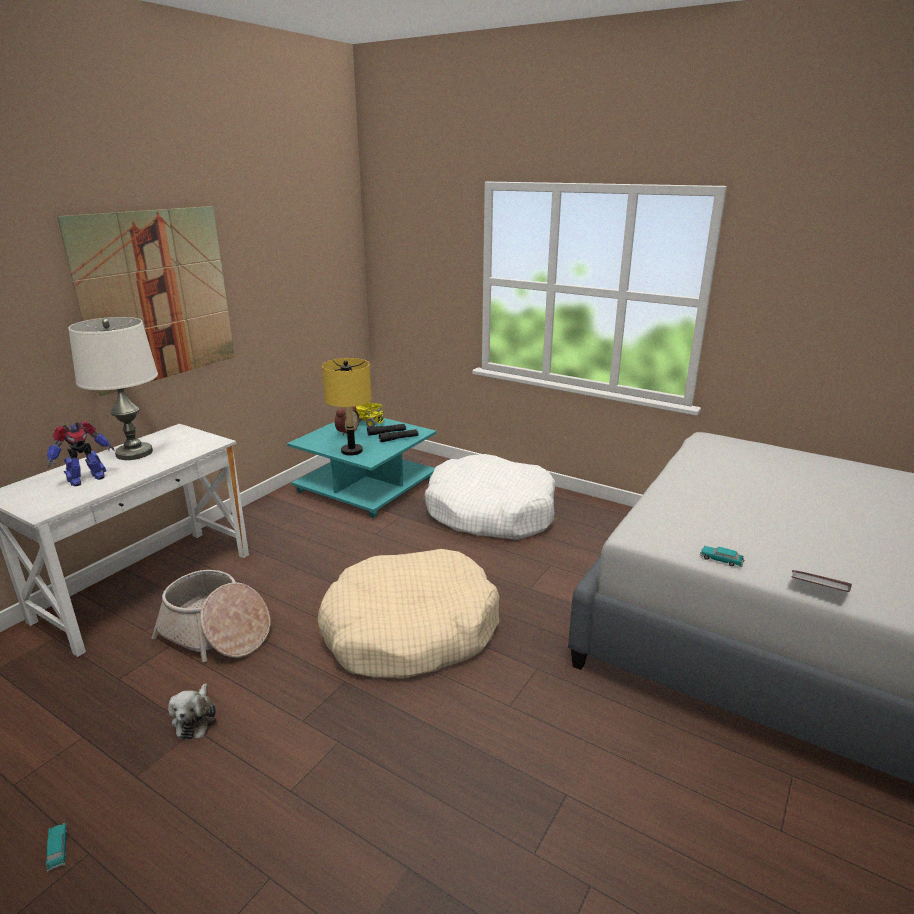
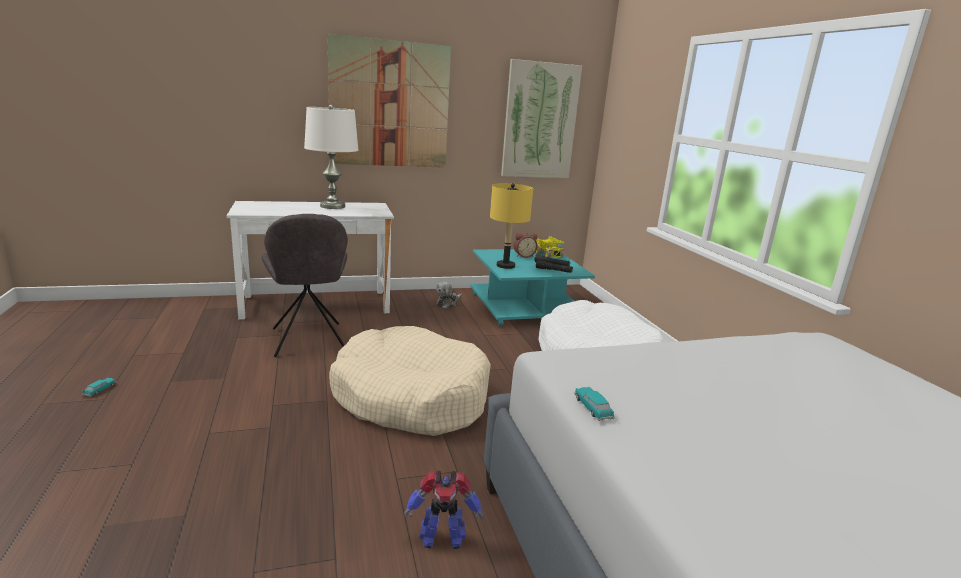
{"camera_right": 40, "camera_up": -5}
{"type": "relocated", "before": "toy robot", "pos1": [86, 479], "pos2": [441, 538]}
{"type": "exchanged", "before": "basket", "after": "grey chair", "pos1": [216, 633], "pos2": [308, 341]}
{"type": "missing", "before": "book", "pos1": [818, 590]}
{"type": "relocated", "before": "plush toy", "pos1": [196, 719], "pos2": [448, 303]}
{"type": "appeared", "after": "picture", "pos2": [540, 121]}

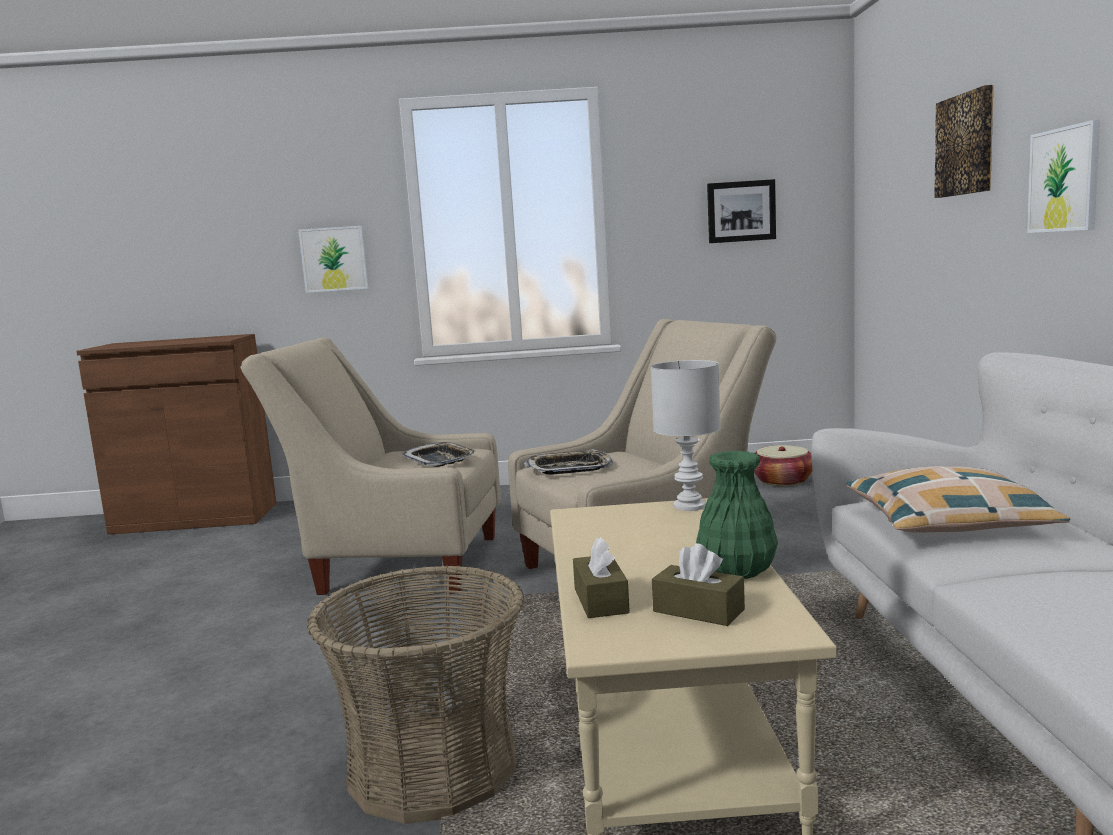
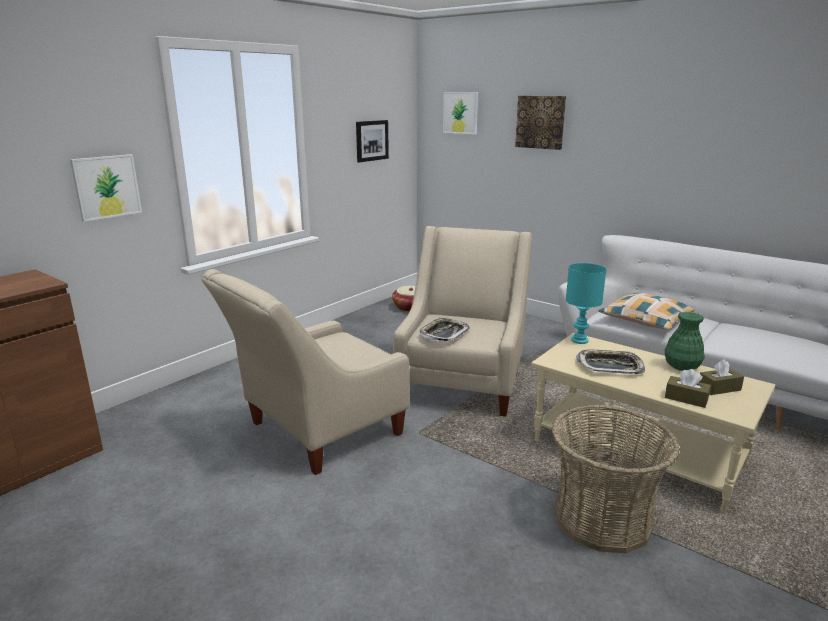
{"camera_right": -50, "camera_up": 10}
{"type": "relocated", "before": "picture", "pos1": [1064, 179], "pos2": [460, 112]}
{"type": "colour", "before": "white table lamp", "after": "turquoise table lamp", "pos1": [688, 506], "pos2": [579, 340]}
{"type": "relocated", "before": "tray", "pos1": [440, 460], "pos2": [610, 366]}

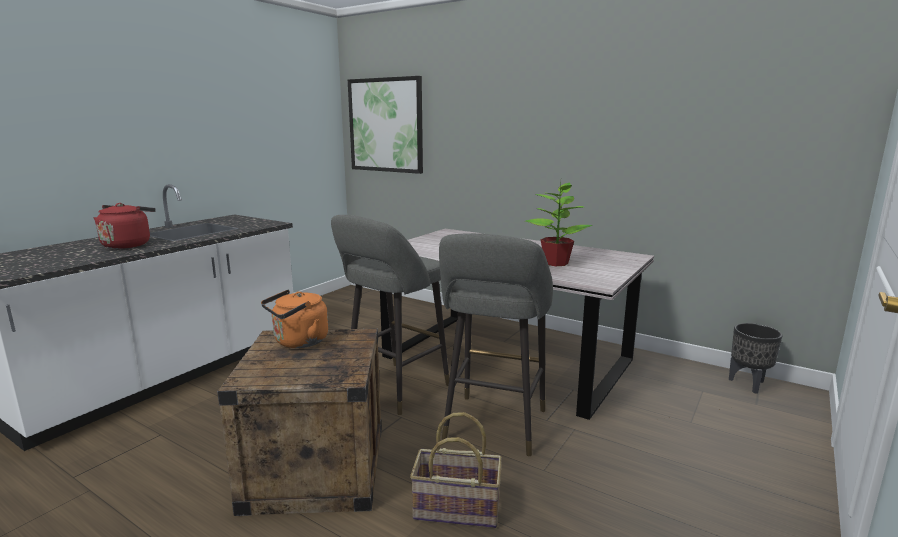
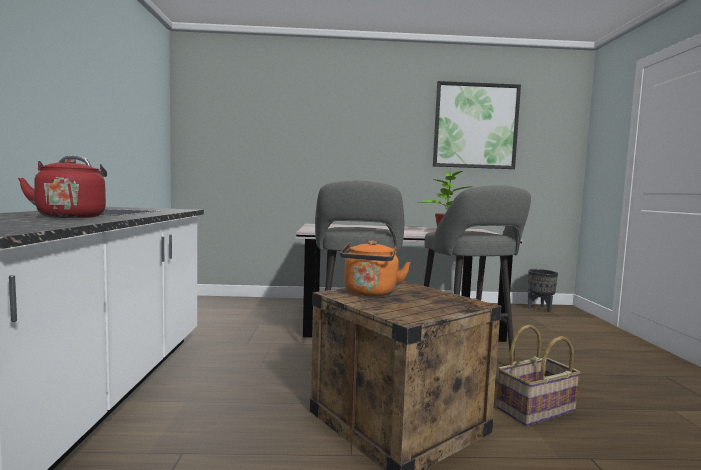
{"camera_right": -35, "camera_up": -10}
{"type": "relocated", "before": "picture", "pos1": [386, 125], "pos2": [475, 126]}

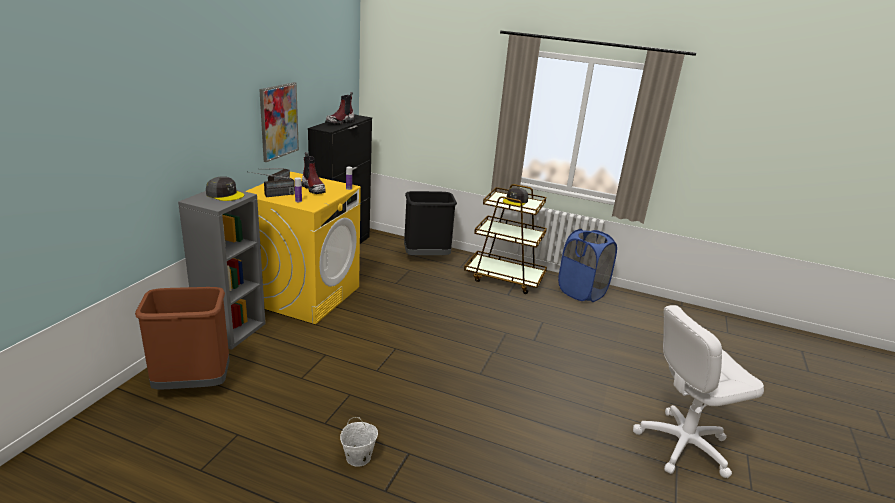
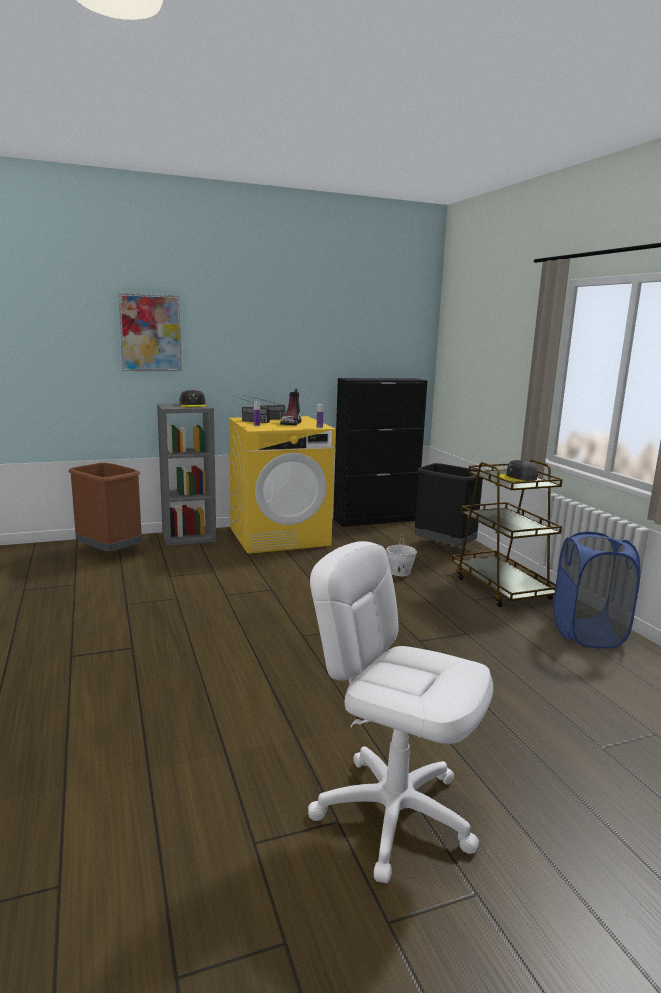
{"camera_right": 50, "camera_up": -10}
{"type": "relocated", "before": "picture", "pos1": [279, 121], "pos2": [150, 333]}
{"type": "missing", "before": "boot", "pos1": [340, 122]}
{"type": "relocated", "before": "white bucket", "pos1": [358, 457], "pos2": [399, 572]}

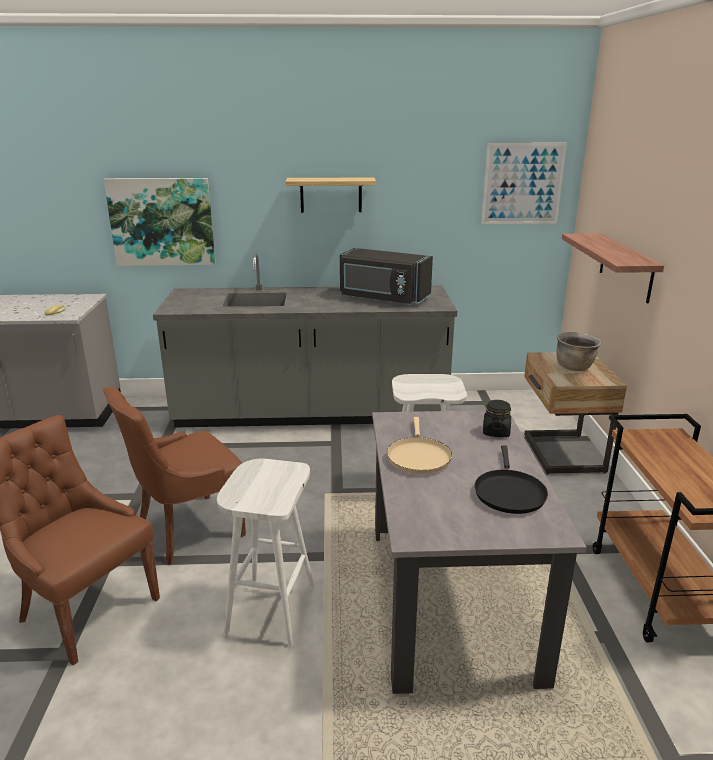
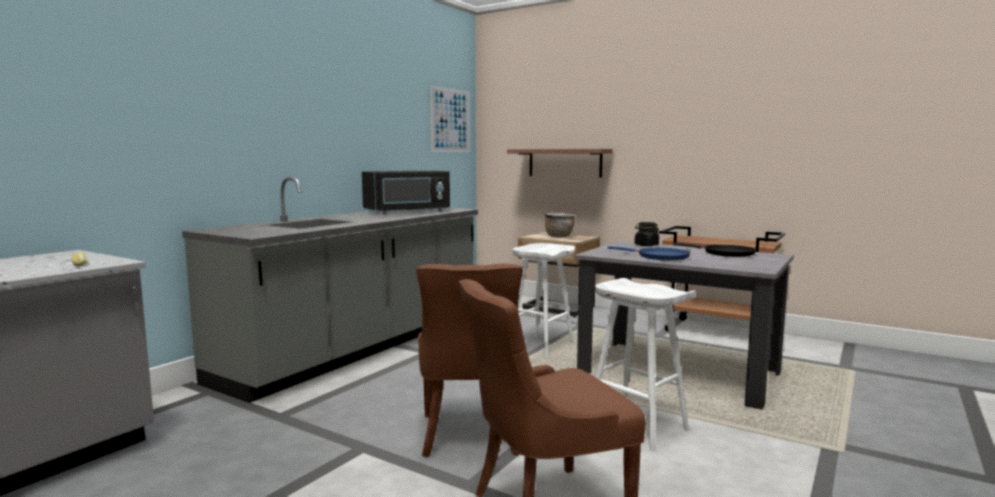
{"camera_right": -55, "camera_up": -15}
{"type": "missing", "before": "shelf", "pos1": [331, 195]}
{"type": "missing", "before": "picture", "pos1": [162, 222]}
{"type": "colour", "before": "beige frying pan", "after": "blue frying pan", "pos1": [418, 457], "pos2": [659, 257]}

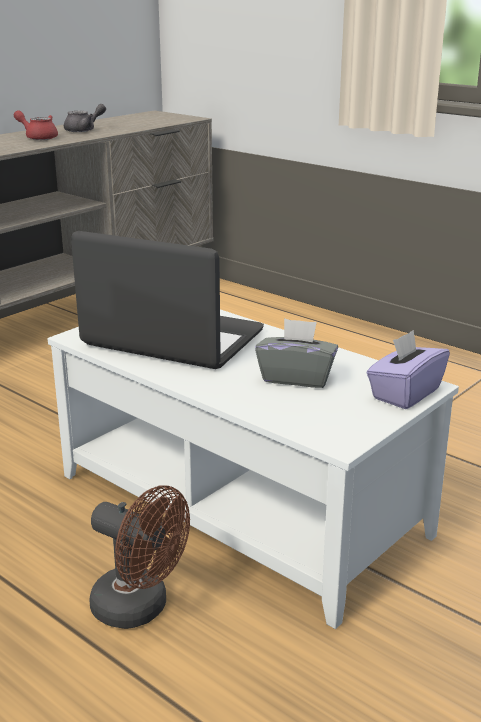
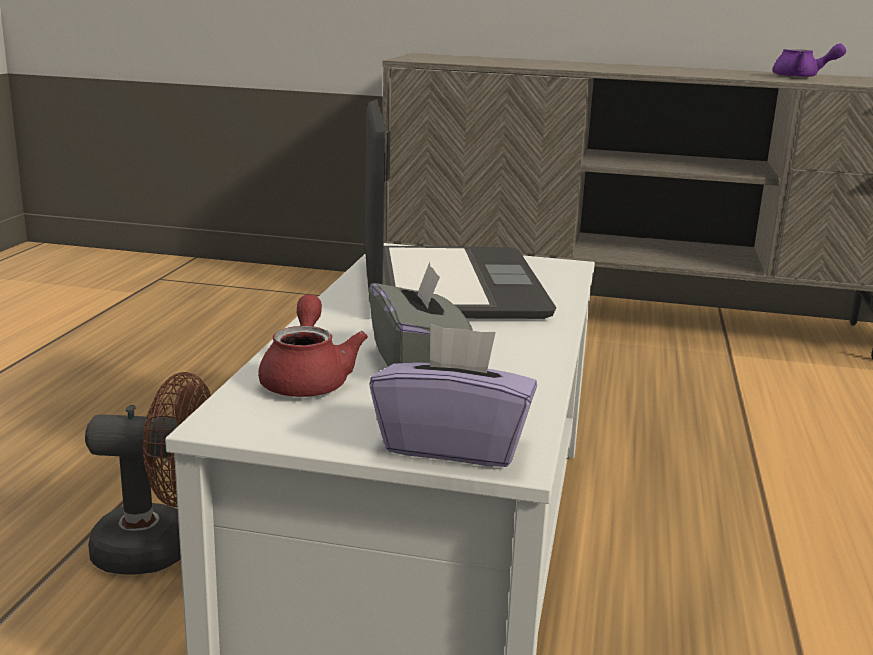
{"camera_right": 60, "camera_up": -5}
{"type": "colour", "before": "grey teapot", "after": "purple teapot", "pos1": [84, 130], "pos2": [801, 77]}
{"type": "relocated", "before": "red teapot", "pos1": [38, 137], "pos2": [307, 379]}
{"type": "spun", "before": "brown fan", "pos1": [140, 608], "pos2": [159, 550], "turn": -90}

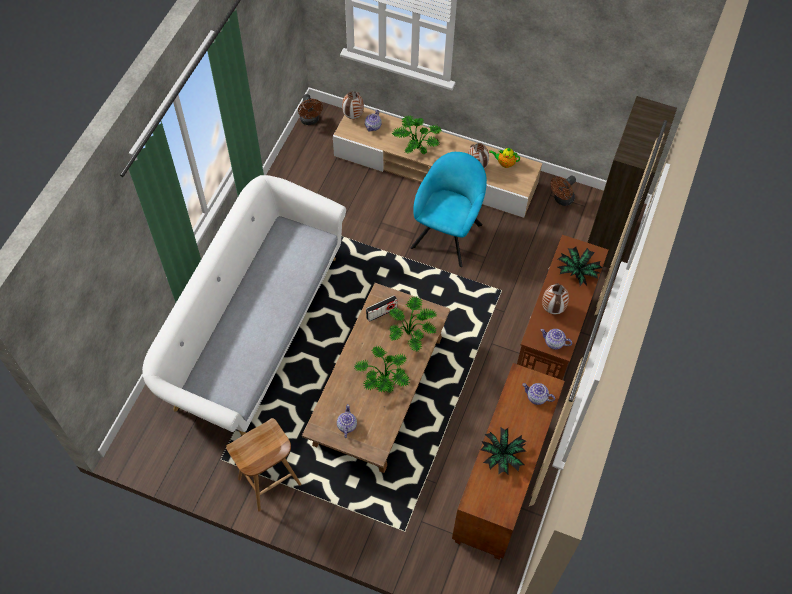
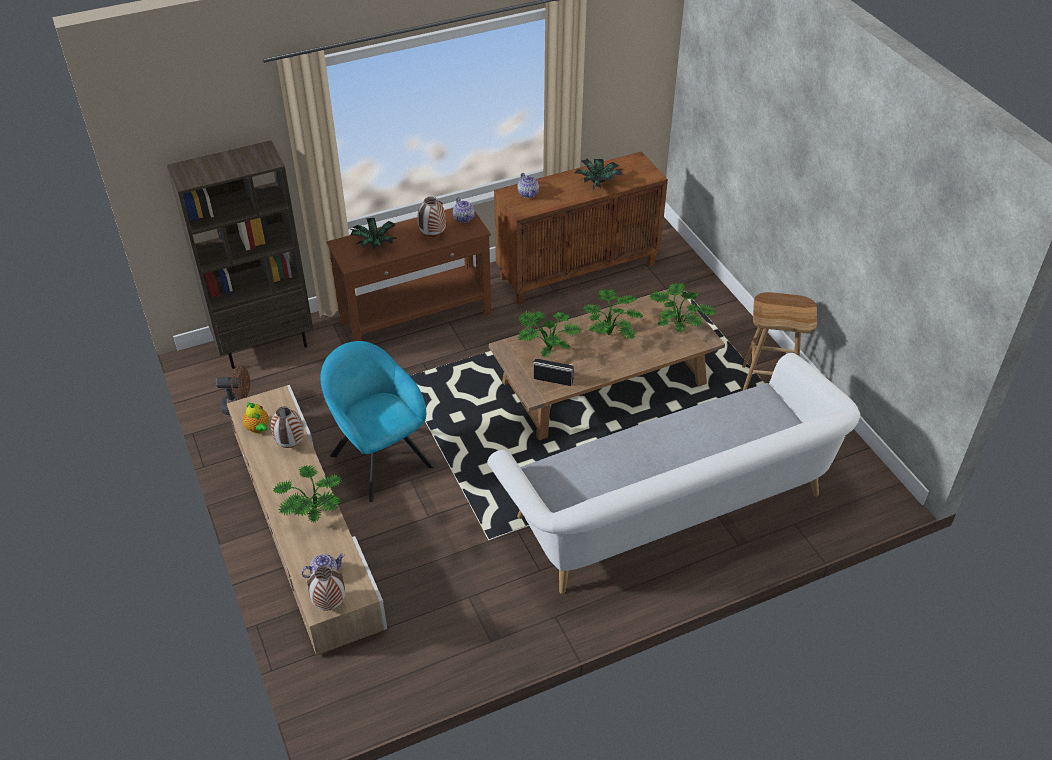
{"camera_right": -135, "camera_up": -15}
{"type": "missing", "before": "brown fan", "pos1": [310, 120]}
{"type": "spun", "before": "turquoise armchair", "pos1": [448, 232], "pos2": [379, 457], "turn": 75}
{"type": "exchanged", "before": "teapot", "after": "potted plant", "pos1": [346, 425], "pos2": [678, 326]}

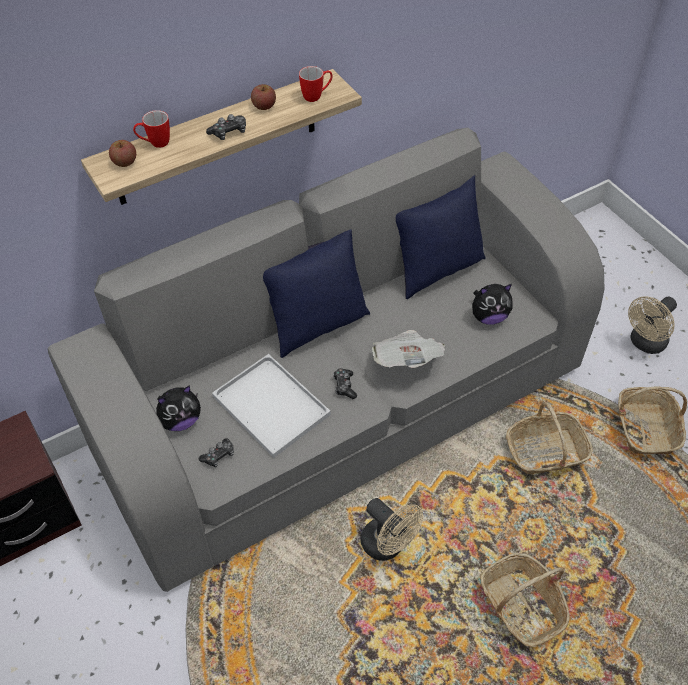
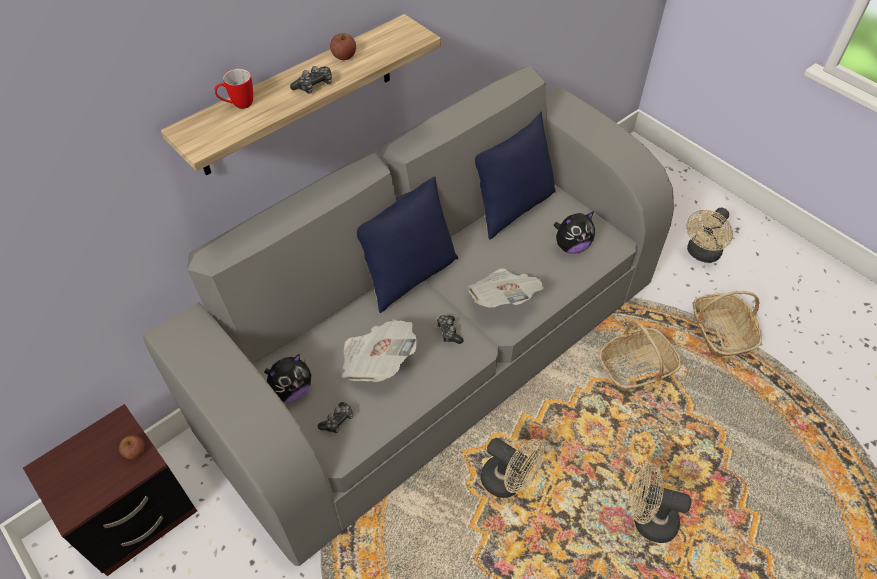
{"camera_right": -10, "camera_up": 0}
{"type": "missing", "before": "mug", "pos1": [316, 96]}
{"type": "relocated", "before": "apple", "pos1": [125, 162], "pos2": [135, 451]}
{"type": "exchanged", "before": "white tray", "after": "newspaper", "pos1": [269, 405], "pos2": [377, 362]}
{"type": "exchanged", "before": "basket", "after": "beige fan", "pos1": [521, 605], "pos2": [647, 519]}

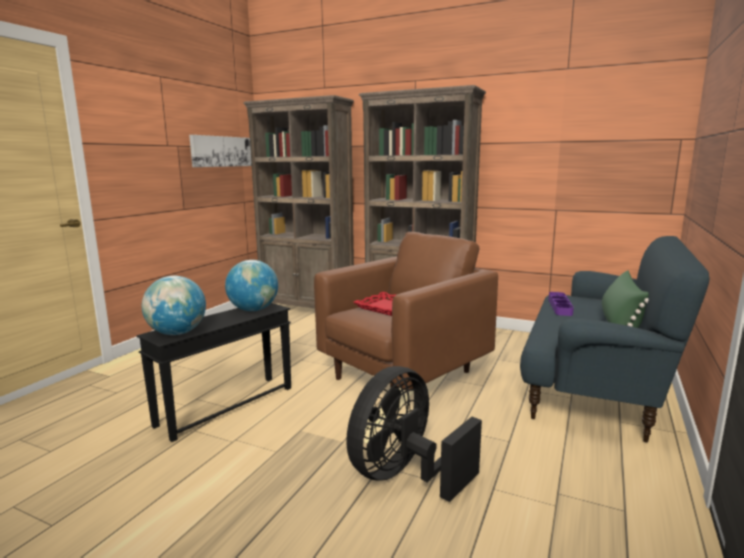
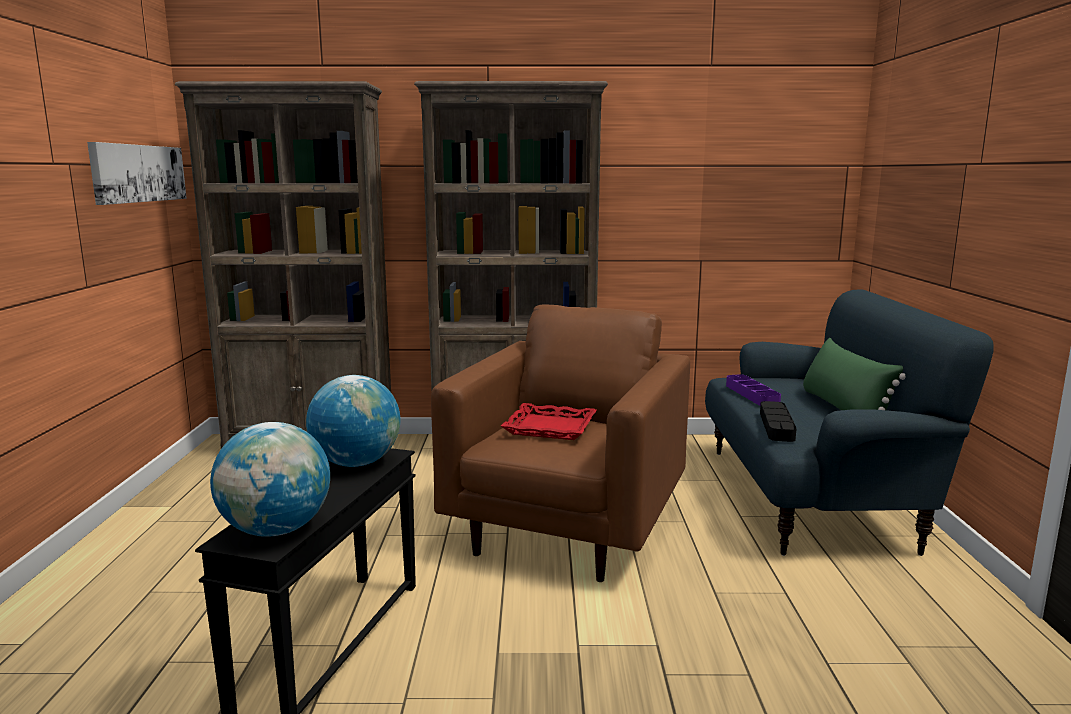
{"camera_right": -25, "camera_up": 0}
{"type": "missing", "before": "black fan", "pos1": [404, 475]}
{"type": "appeared", "after": "black tray", "pos2": [776, 426]}

